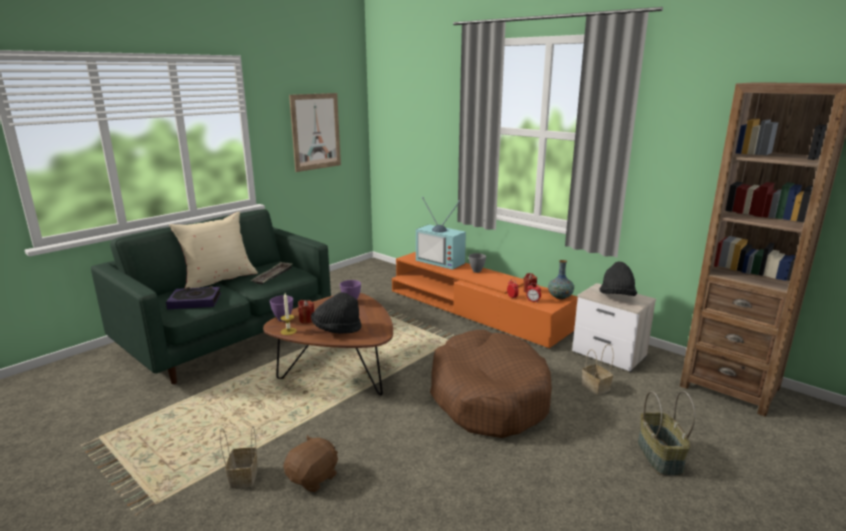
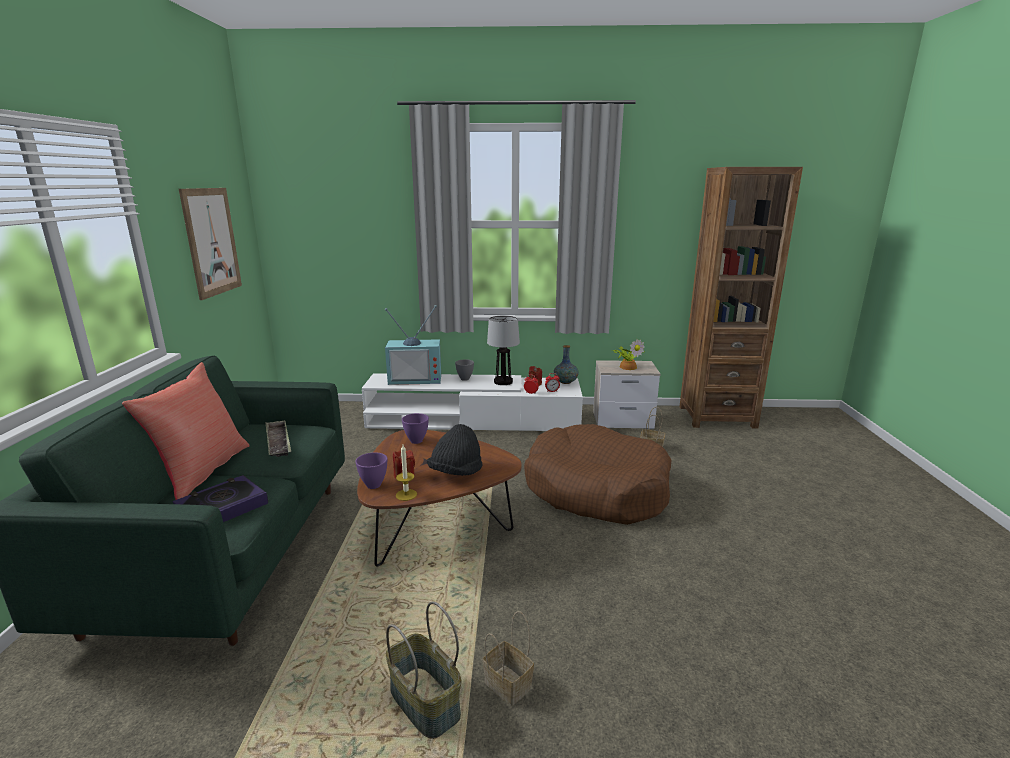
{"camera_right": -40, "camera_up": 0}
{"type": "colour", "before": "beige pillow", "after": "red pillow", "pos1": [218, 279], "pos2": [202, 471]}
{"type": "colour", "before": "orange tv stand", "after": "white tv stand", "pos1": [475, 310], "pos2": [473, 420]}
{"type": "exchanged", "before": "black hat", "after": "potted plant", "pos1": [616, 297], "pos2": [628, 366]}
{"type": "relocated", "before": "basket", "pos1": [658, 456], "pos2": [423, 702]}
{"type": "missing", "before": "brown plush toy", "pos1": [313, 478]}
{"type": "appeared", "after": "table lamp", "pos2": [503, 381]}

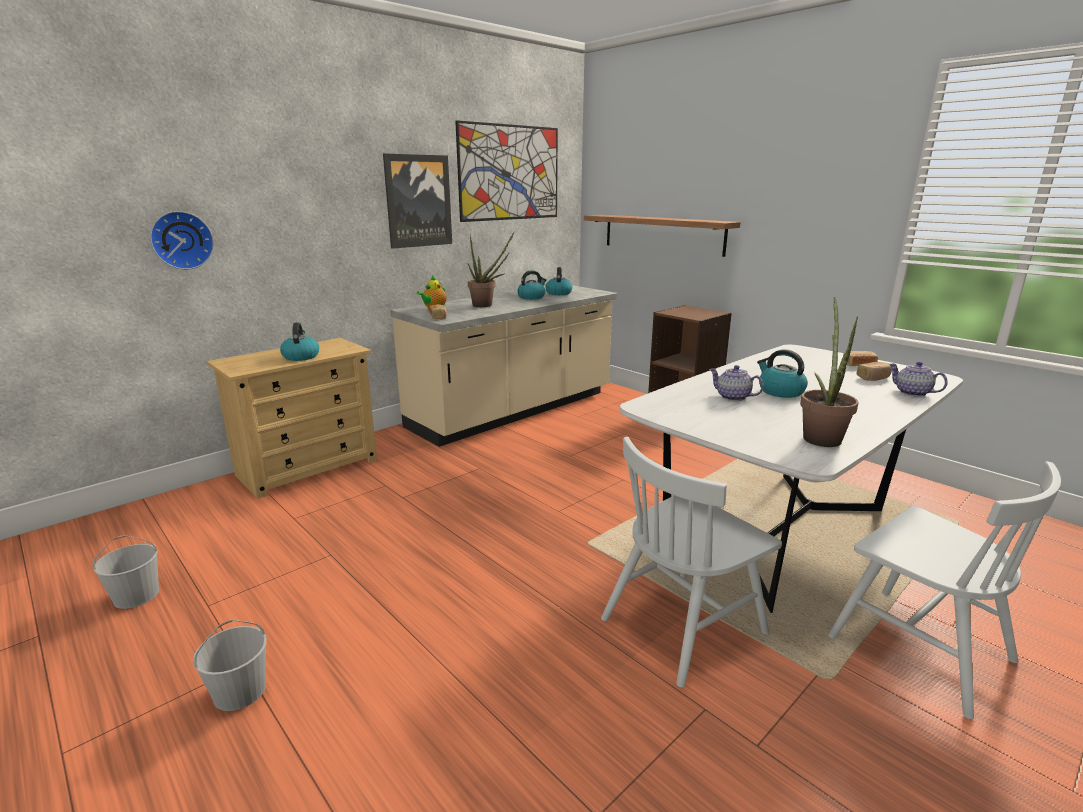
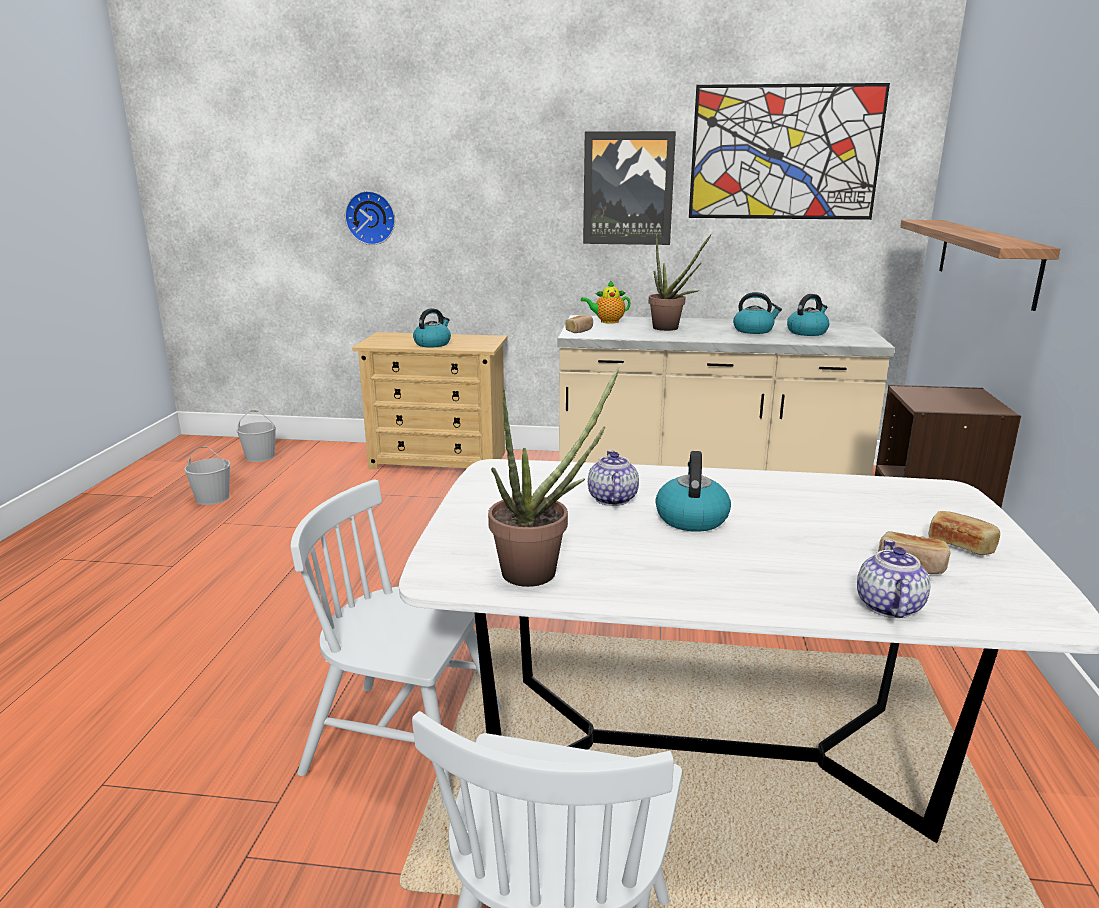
{"camera_right": 50, "camera_up": 0}
{"type": "relocated", "before": "white bucket", "pos1": [240, 690], "pos2": [260, 457]}

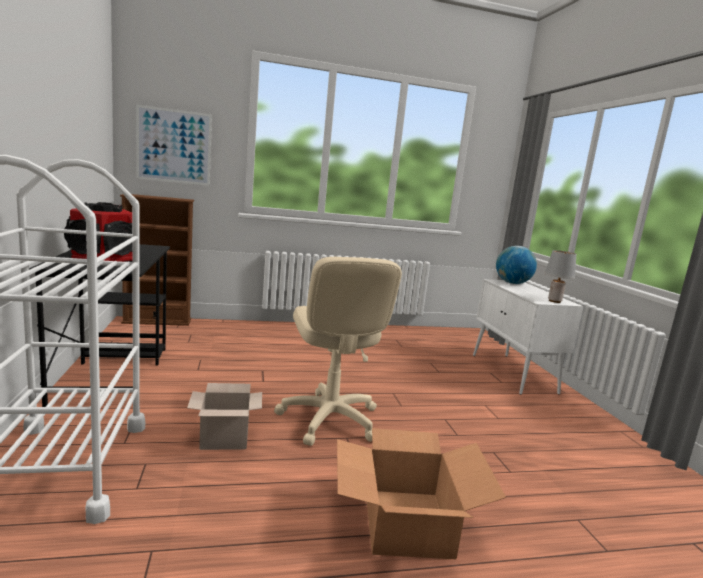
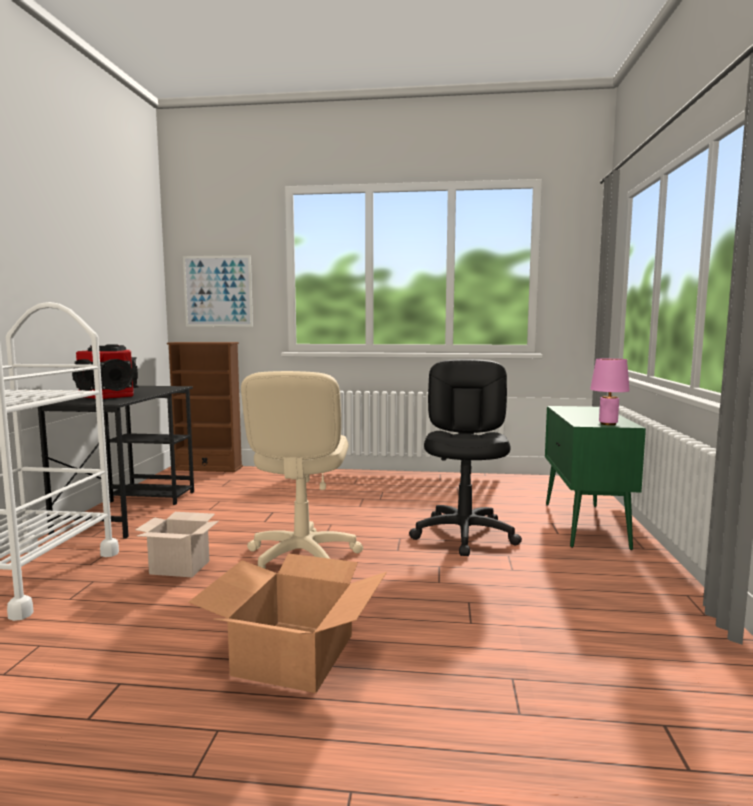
{"camera_right": 20, "camera_up": -5}
{"type": "missing", "before": "globe", "pos1": [512, 283]}
{"type": "colour", "before": "grey table lamp", "after": "pink table lamp", "pos1": [554, 301], "pos2": [607, 424]}
{"type": "colour", "before": "white cabinet", "after": "green cabinet", "pos1": [513, 374], "pos2": [585, 525]}
{"type": "appeared", "after": "black office chair", "pos2": [464, 535]}

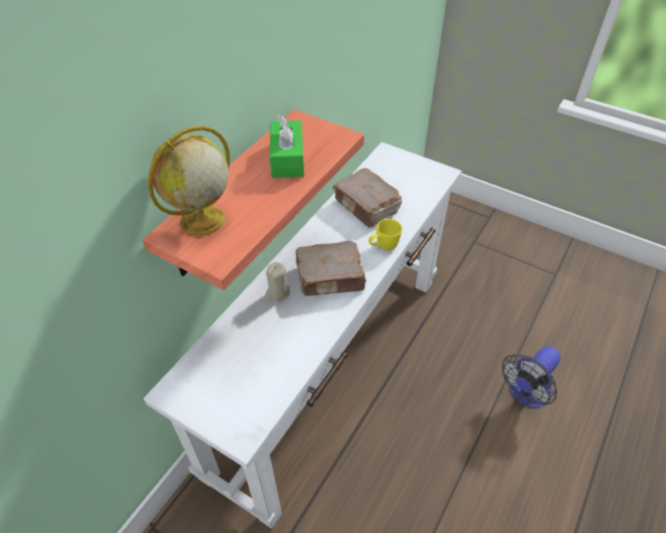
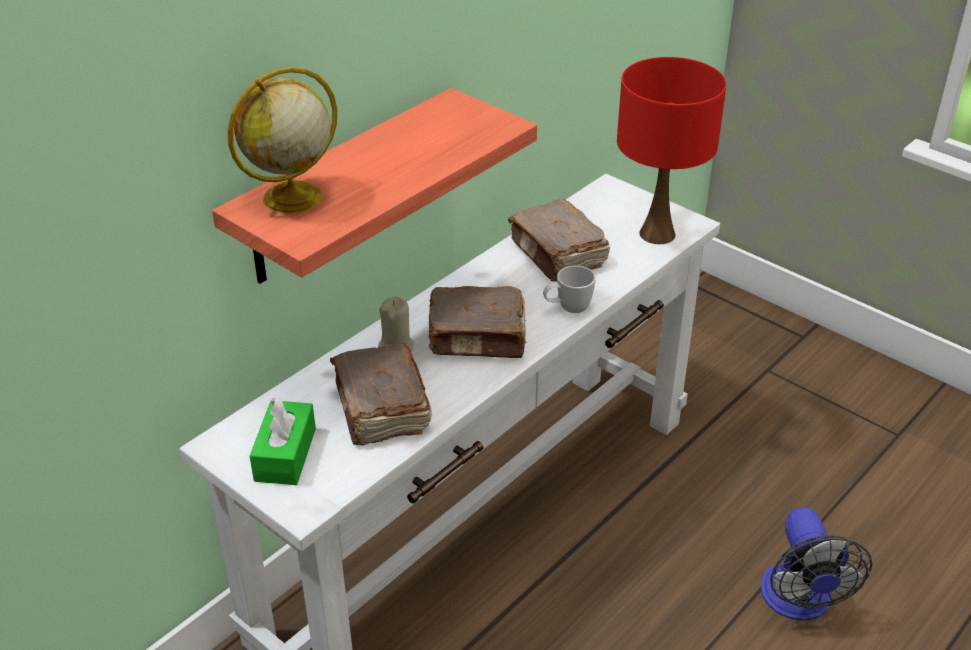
{"camera_right": 10, "camera_up": -10}
{"type": "relocated", "before": "green tissue box", "pos1": [287, 159], "pos2": [285, 455]}
{"type": "colour", "before": "yellow mug", "after": "white mug", "pos1": [383, 247], "pos2": [567, 309]}
{"type": "spun", "before": "fan", "pos1": [525, 393], "pos2": [799, 602], "turn": -60}
{"type": "appeared", "after": "red table lamp", "pos2": [656, 234]}
{"type": "appeared", "after": "brown book", "pos2": [381, 409]}

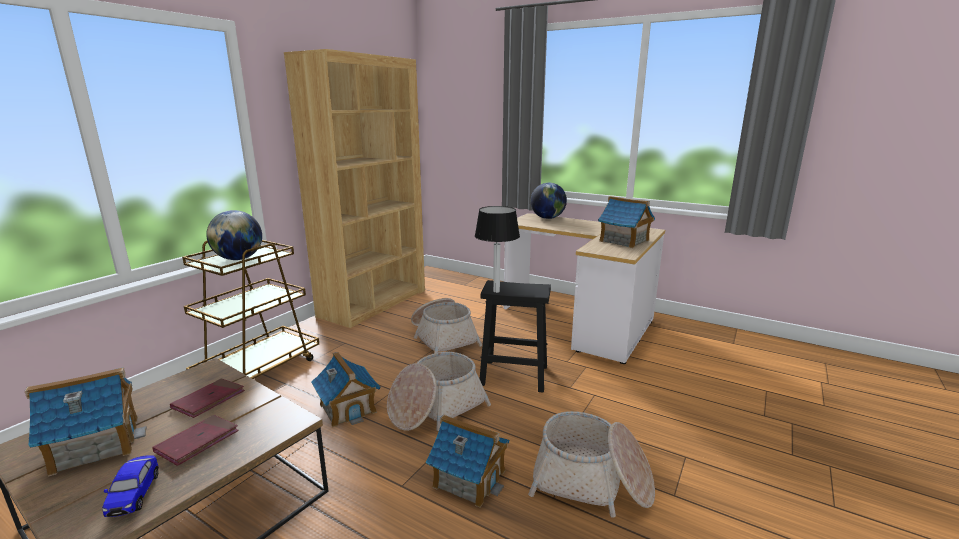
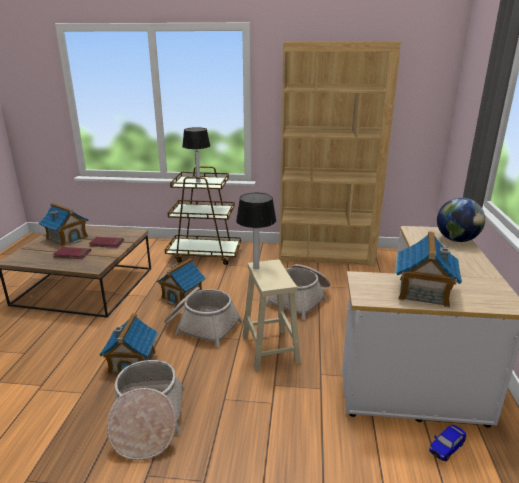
{"camera_right": 65, "camera_up": 5}
{"type": "exchanged", "before": "globe", "after": "table lamp", "pos1": [239, 259], "pos2": [198, 182]}
{"type": "colour", "before": "black stool", "after": "beige stool", "pos1": [512, 375], "pos2": [269, 348]}
{"type": "relocated", "before": "toy car", "pos1": [134, 495], "pos2": [446, 448]}

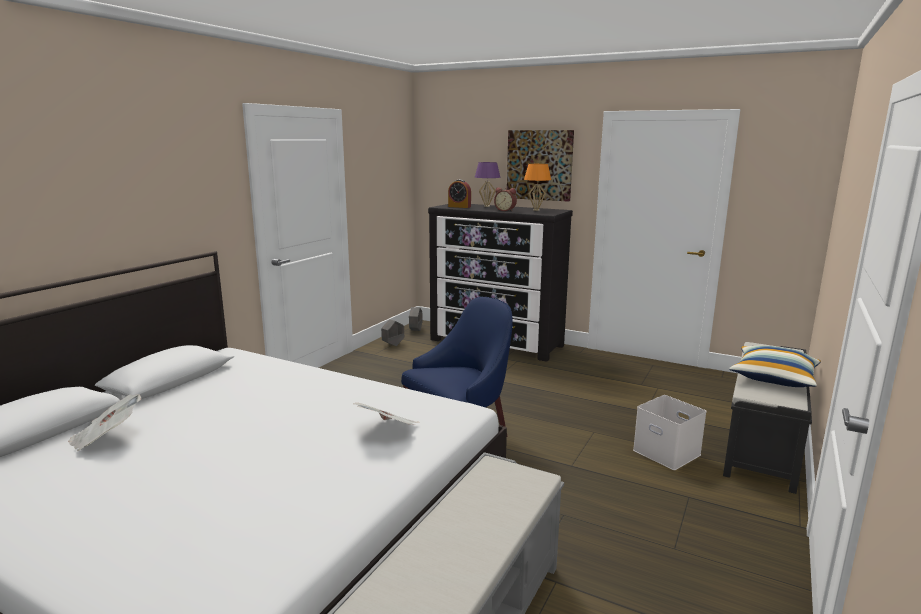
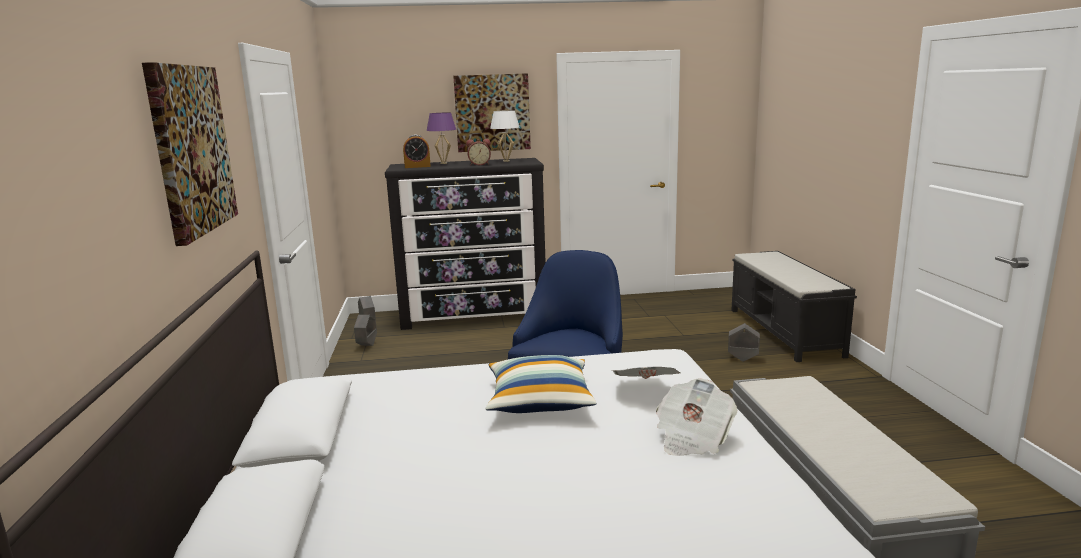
{"camera_right": -35, "camera_up": 0}
{"type": "colour", "before": "orange table lamp", "after": "white table lamp", "pos1": [536, 210], "pos2": [506, 161]}
{"type": "relocated", "before": "pillow", "pos1": [773, 378], "pos2": [539, 400]}
{"type": "relocated", "before": "newspaper", "pos1": [106, 438], "pos2": [692, 438]}
{"type": "exchanged", "before": "white storage box", "after": "grey planter", "pos1": [668, 452], "pos2": [742, 359]}
{"type": "appeared", "after": "picture", "pos2": [191, 149]}

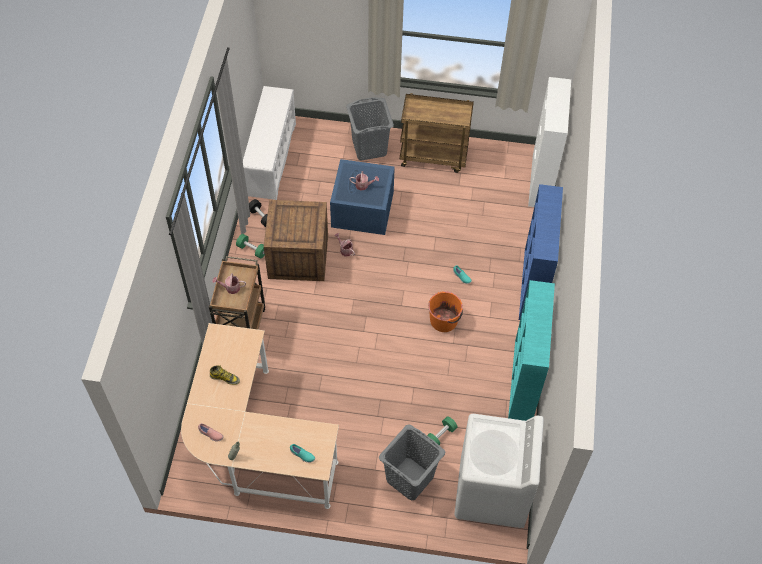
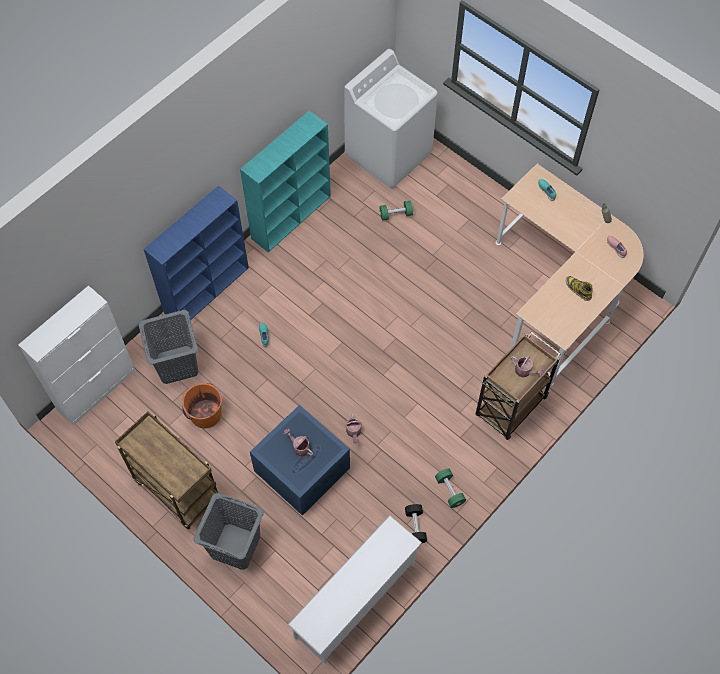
{"camera_right": -145, "camera_up": 5}
{"type": "missing", "before": "crate", "pos1": [297, 256]}
{"type": "relocated", "before": "orange bucket", "pos1": [444, 320], "pos2": [205, 414]}
{"type": "relocated", "before": "grey laundry basket", "pos1": [409, 478], "pos2": [177, 365]}

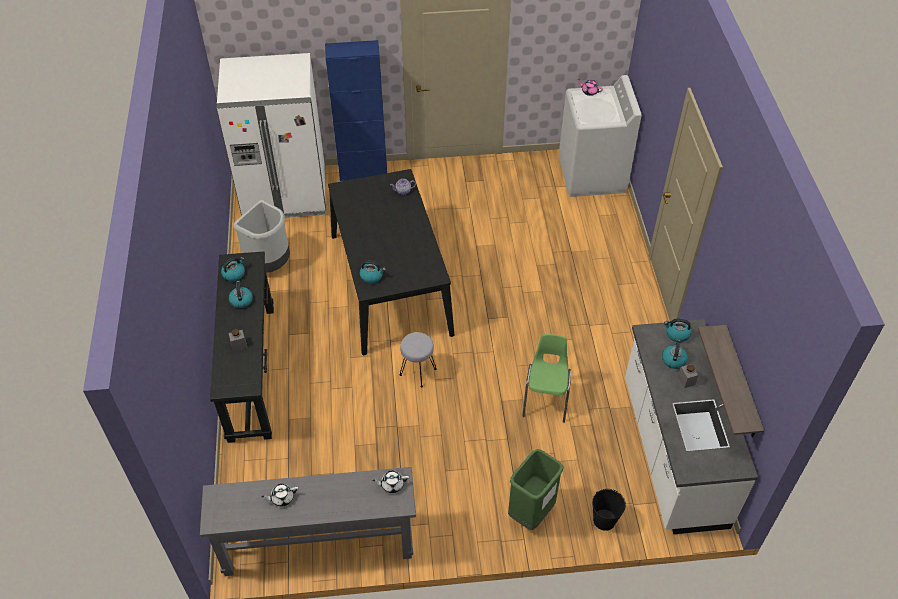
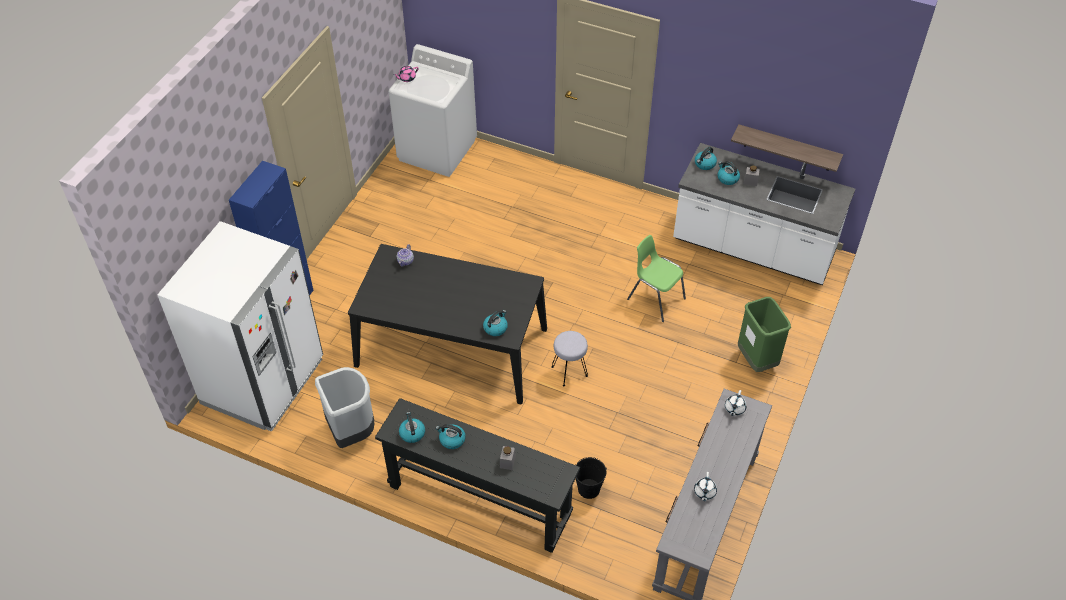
{"camera_right": -60, "camera_up": 0}
{"type": "relocated", "before": "black bucket", "pos1": [604, 520], "pos2": [589, 489]}

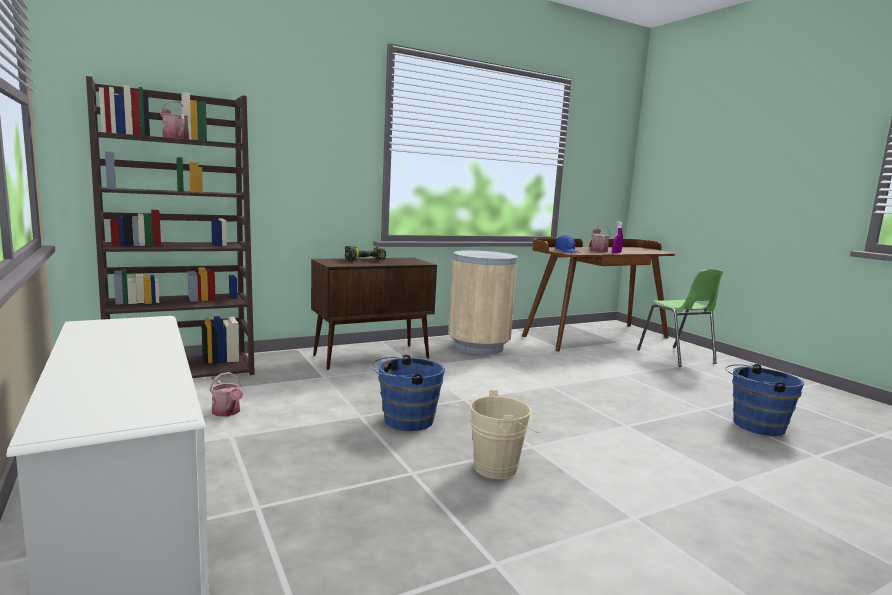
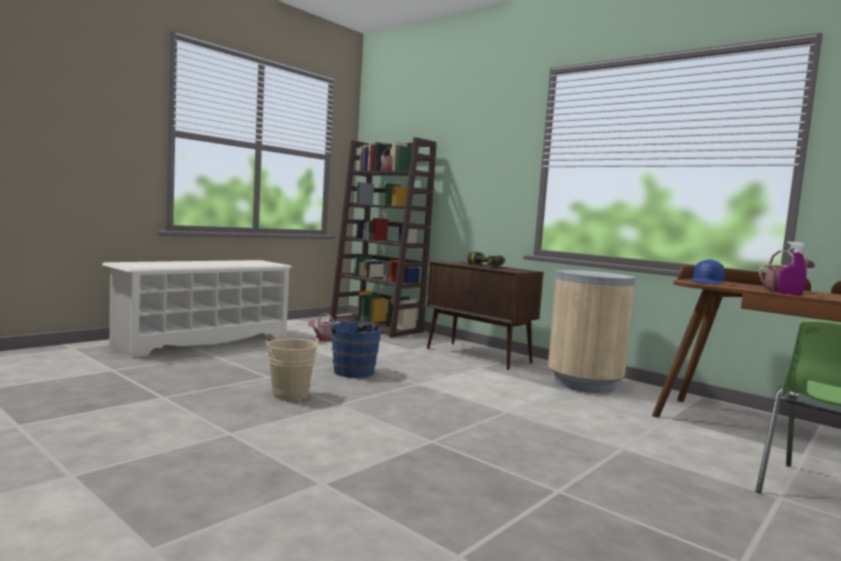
{"camera_right": 70, "camera_up": -5}
{"type": "missing", "before": "blue bucket", "pos1": [754, 425]}

